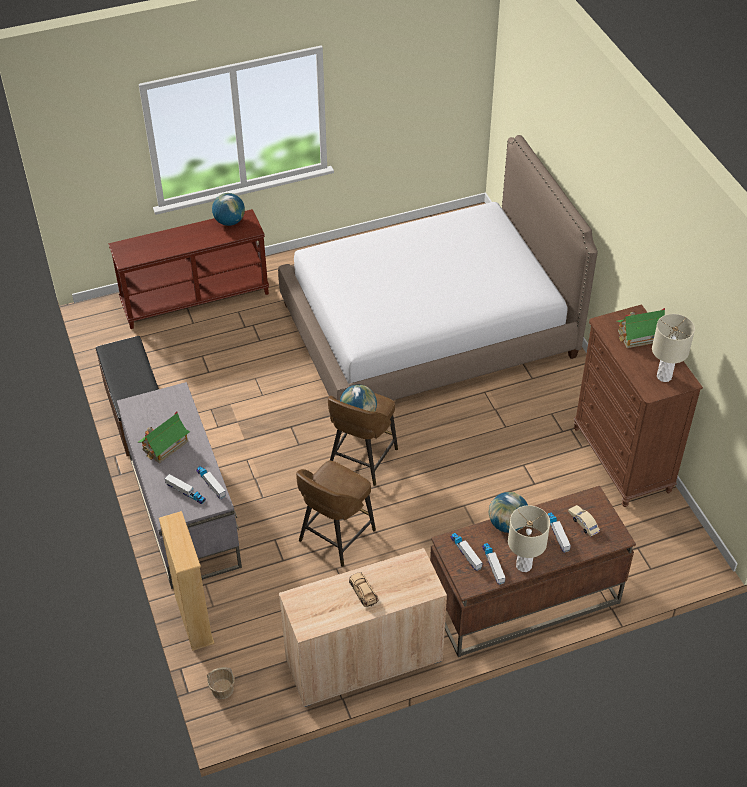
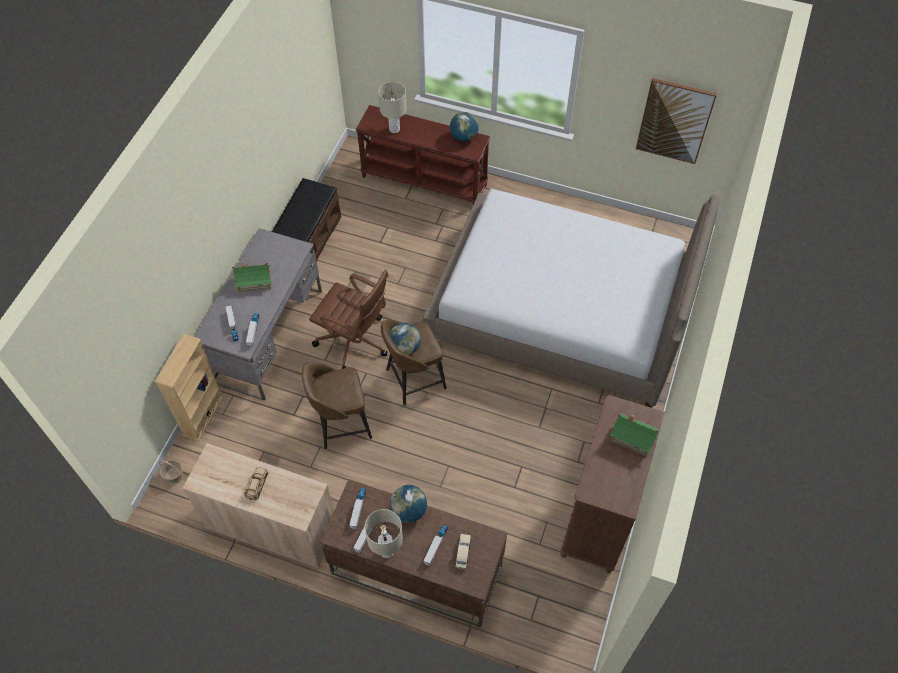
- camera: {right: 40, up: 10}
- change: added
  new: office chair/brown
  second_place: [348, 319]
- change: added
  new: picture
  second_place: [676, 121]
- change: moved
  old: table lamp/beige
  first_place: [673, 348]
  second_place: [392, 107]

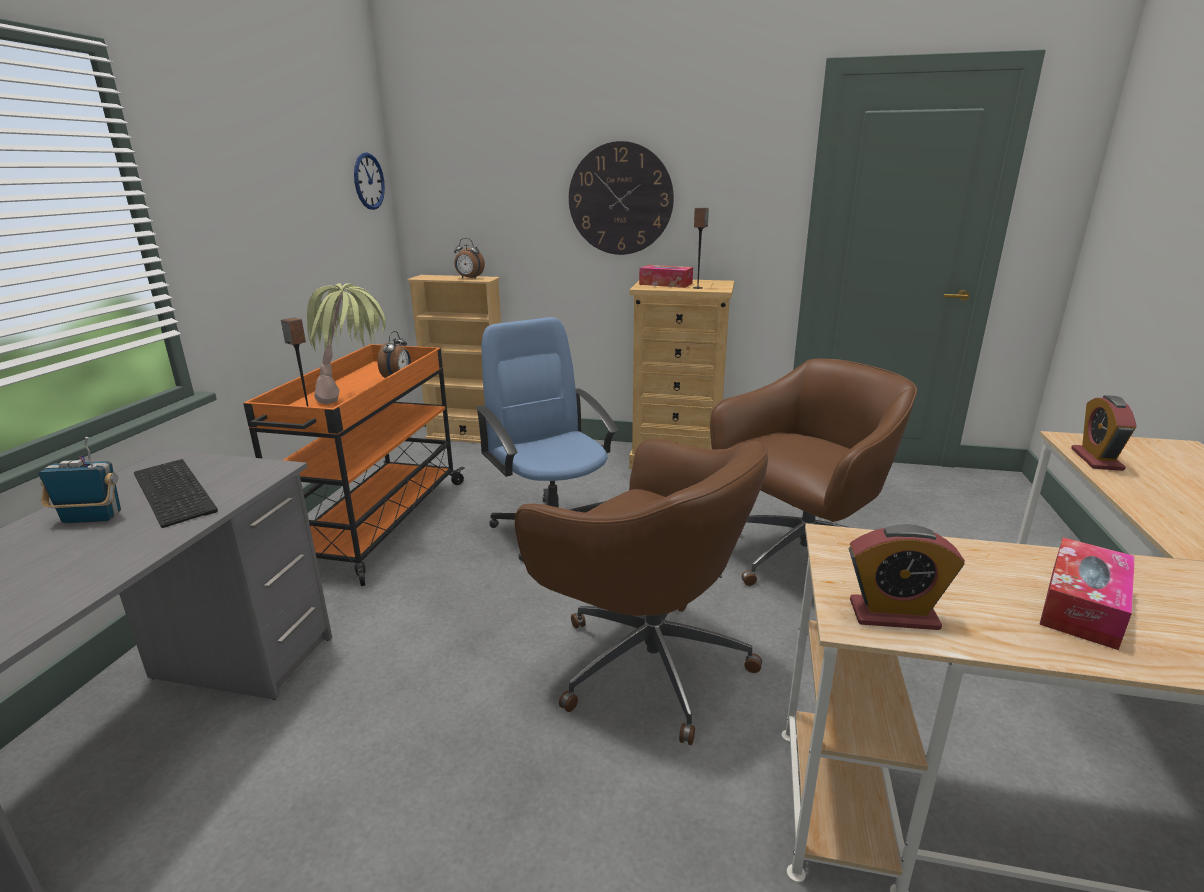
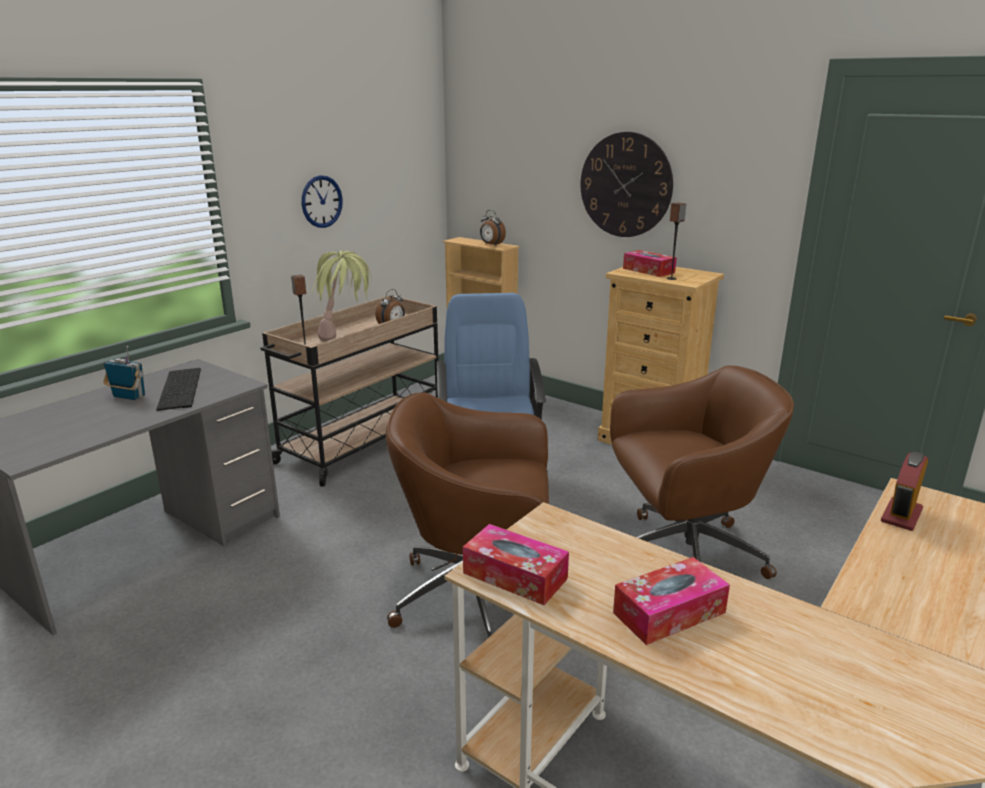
- camera: {right: 25, up: 0}
- change: moved
  old: wall clock
  first_place: [369, 181]
  second_place: [322, 201]
- change: replaced
  old: alarm clock
  new: tissue box
  first_place: [907, 577]
  second_place: [516, 564]
- change: recoloured
  old: cart/orange
  new: cart/beige
  first_place: [354, 465]
  second_place: [349, 391]
- change: turned
  old: office chair/brown
  first_place: [641, 592]
  second_place: [467, 516]
  degrees: 120

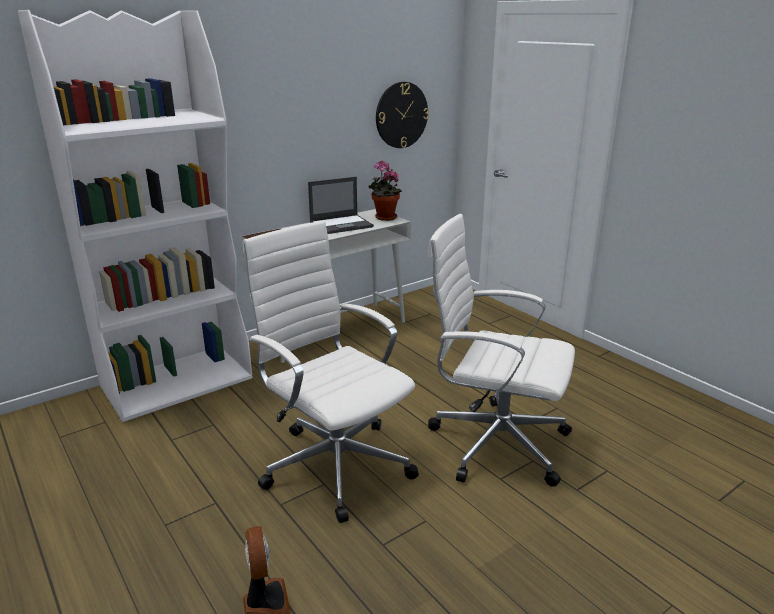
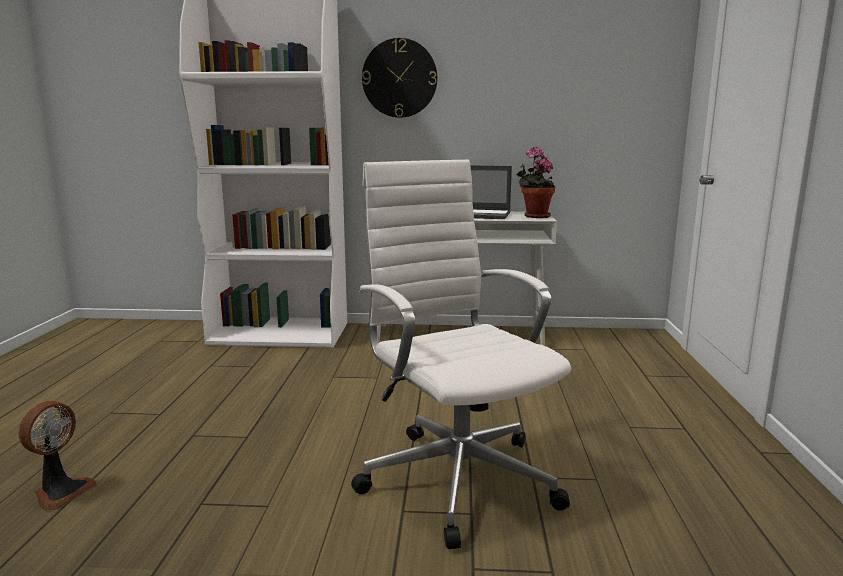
- camera: {right: 40, up: -10}
- change: removed
  old: office chair/white
  first_place: [331, 371]
- change: moved
  old: wall clock
  first_place: [402, 115]
  second_place: [399, 78]

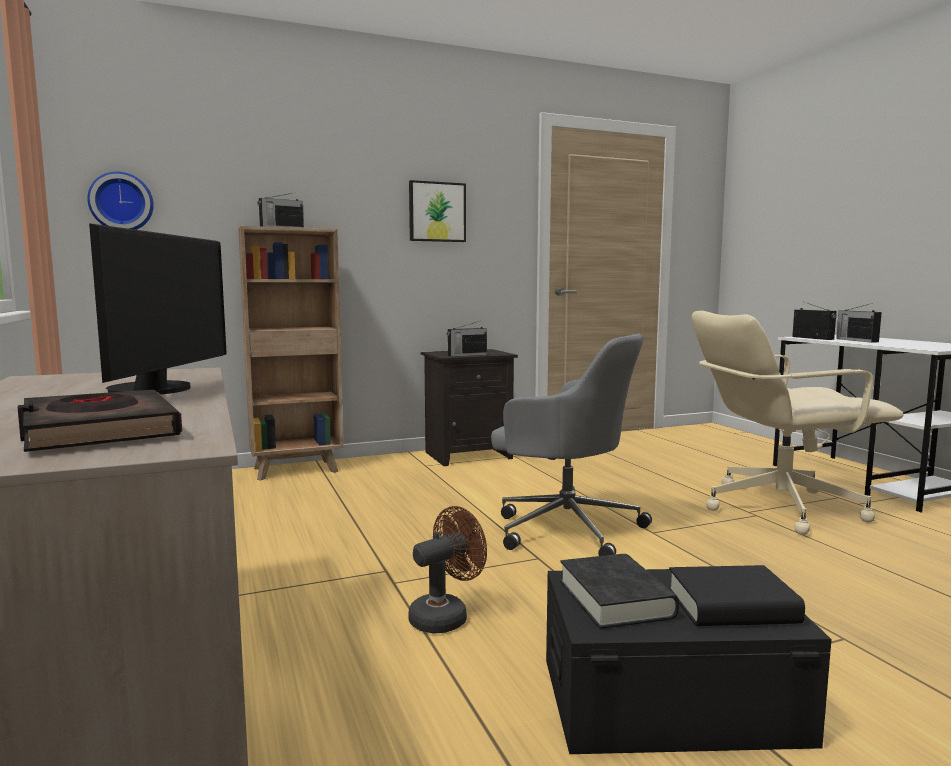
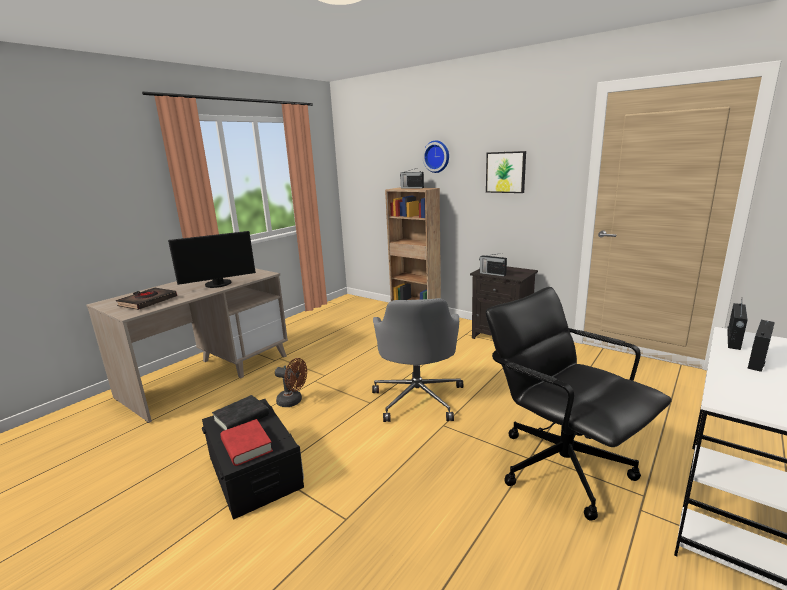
- camera: {right: 60, up: 10}
- change: moved
  old: wall clock
  first_place: [120, 201]
  second_place: [435, 156]
- change: recoloured
  old: book/black
  new: book/red
  first_place: [736, 595]
  second_place: [246, 442]
- change: recoloured
  old: office chair/beige
  new: office chair/black
  first_place: [798, 423]
  second_place: [579, 404]

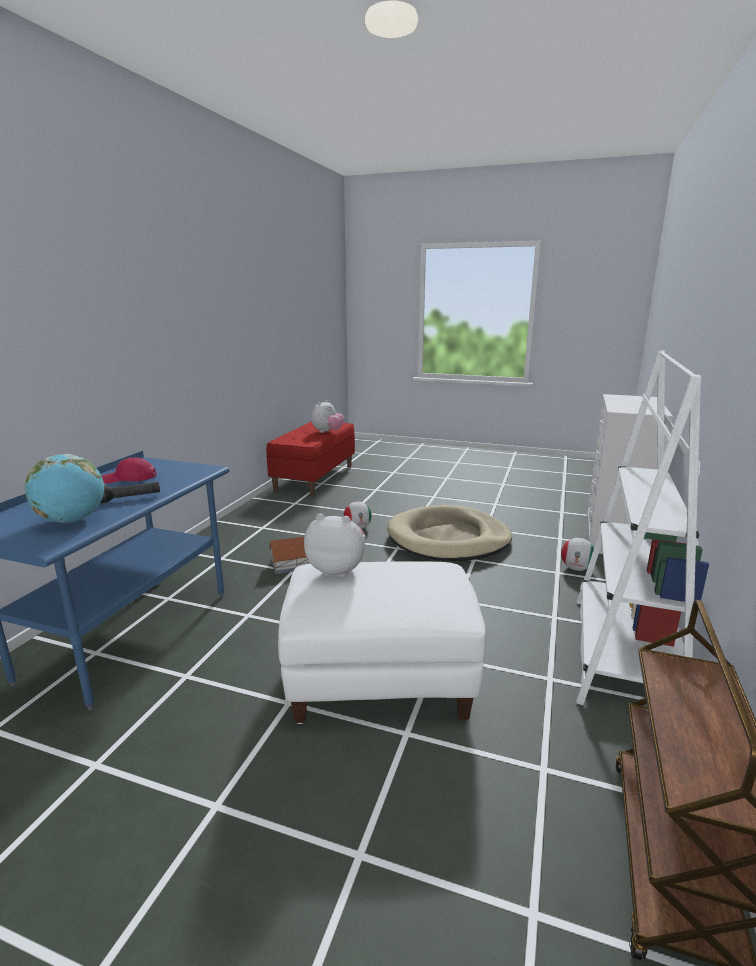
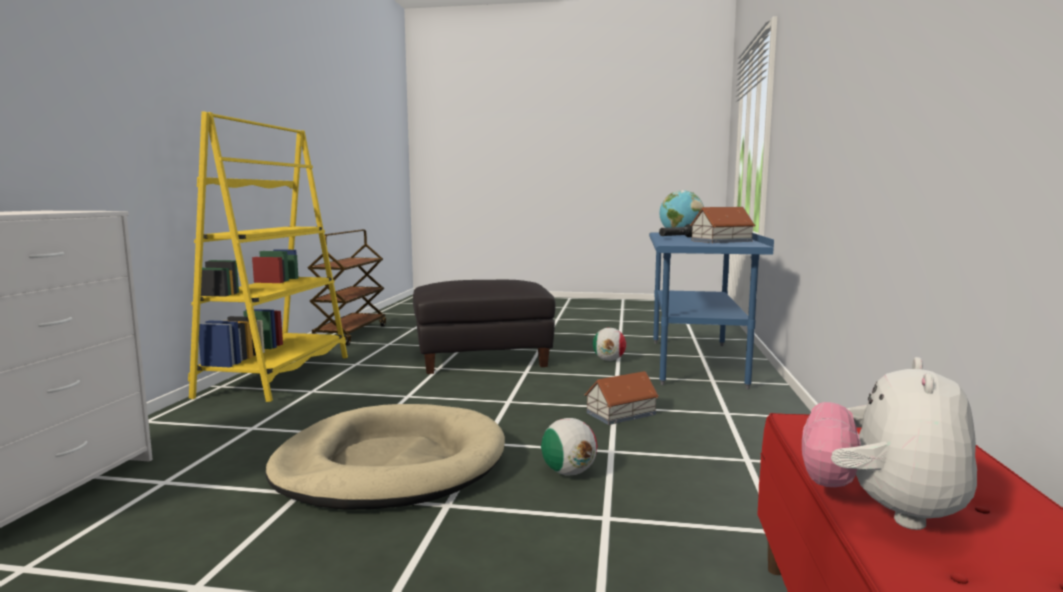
- camera: {right: 170, up: -10}
- change: removed
  old: plush toy
  first_place: [334, 545]
- change: moved
  old: football
  first_place: [577, 554]
  second_place: [609, 344]
- change: replaced
  old: cap/red
  new: toy house
  first_place: [129, 470]
  second_place: [722, 225]
- change: recoloured
  old: ottoman/white
  new: ottoman/black
  first_place: [382, 642]
  second_place: [484, 327]
- change: recoloured
  old: bookcase/white
  new: bookcase/yellow
  first_place: [642, 527]
  second_place: [268, 256]

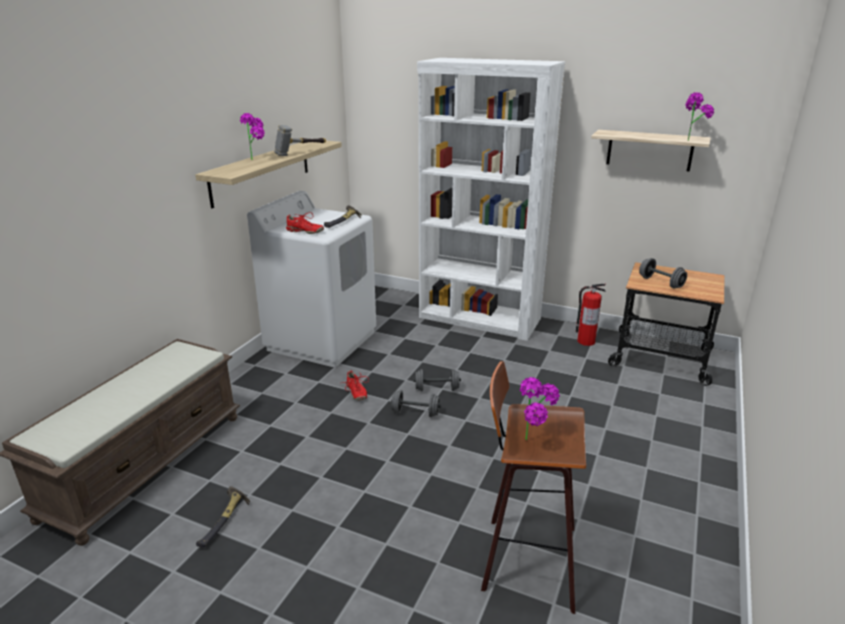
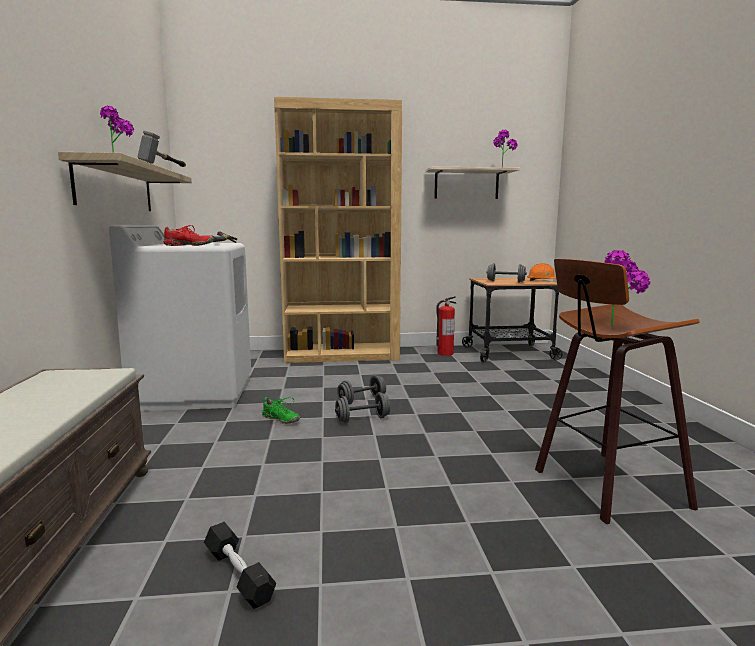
- camera: {right: -30, up: -15}
- change: added
  new: hard hat/orange
  second_place: [541, 272]
- change: replaced
  old: hammer
  new: dumbbell/black
  first_place: [223, 517]
  second_place: [240, 565]
- change: recoloured
  old: shoe/red
  new: shoe/green
  first_place: [355, 385]
  second_place: [281, 410]
- change: recoloured
  old: bookcase/white
  new: bookcase/brown
  first_place: [491, 199]
  second_place: [338, 230]

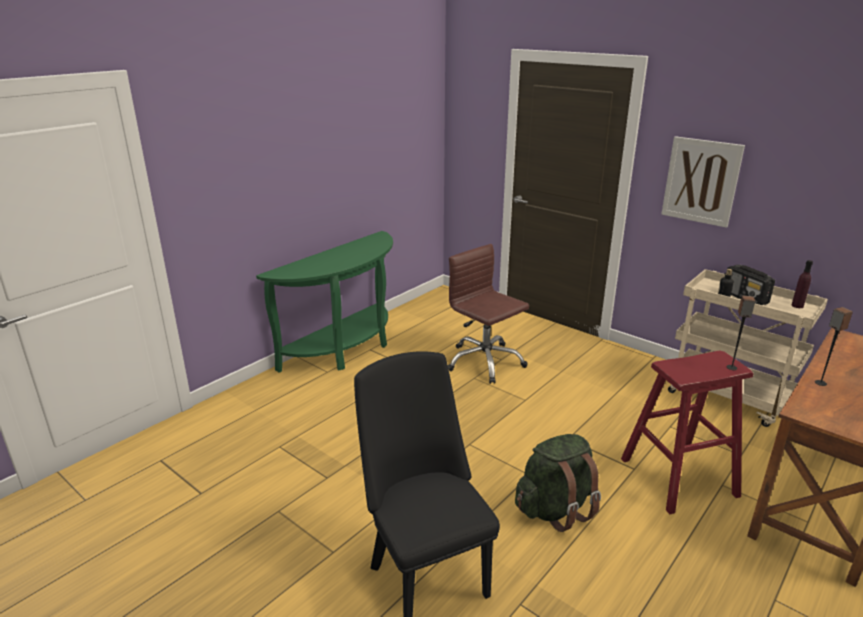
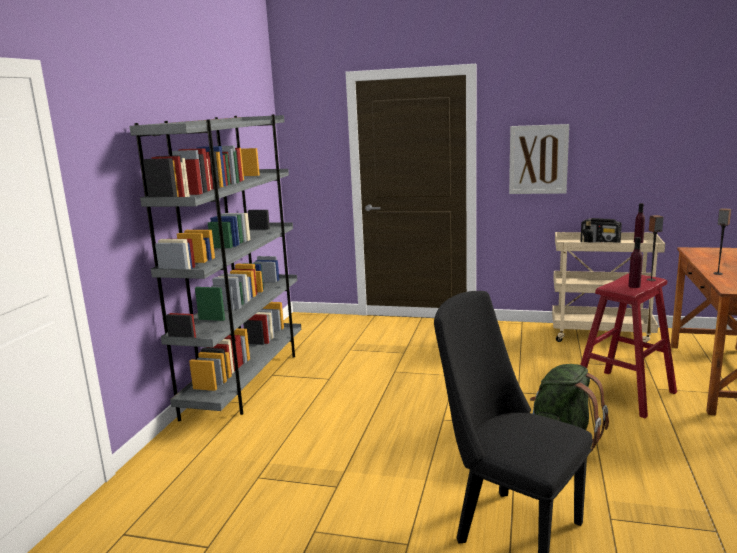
- camera: {right: -25, up: -10}
- change: removed
  old: office chair/brown
  first_place: [488, 314]
- change: added
  new: bottle/purple
  second_place: [635, 262]
- change: replaced
  old: console table/green
  new: bookcase/grey
  first_place: [324, 302]
  second_place: [215, 267]

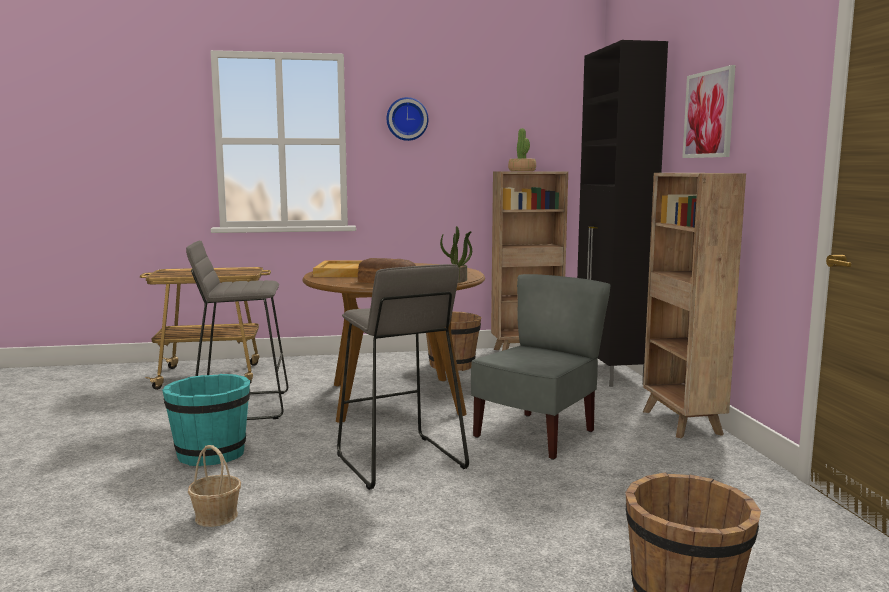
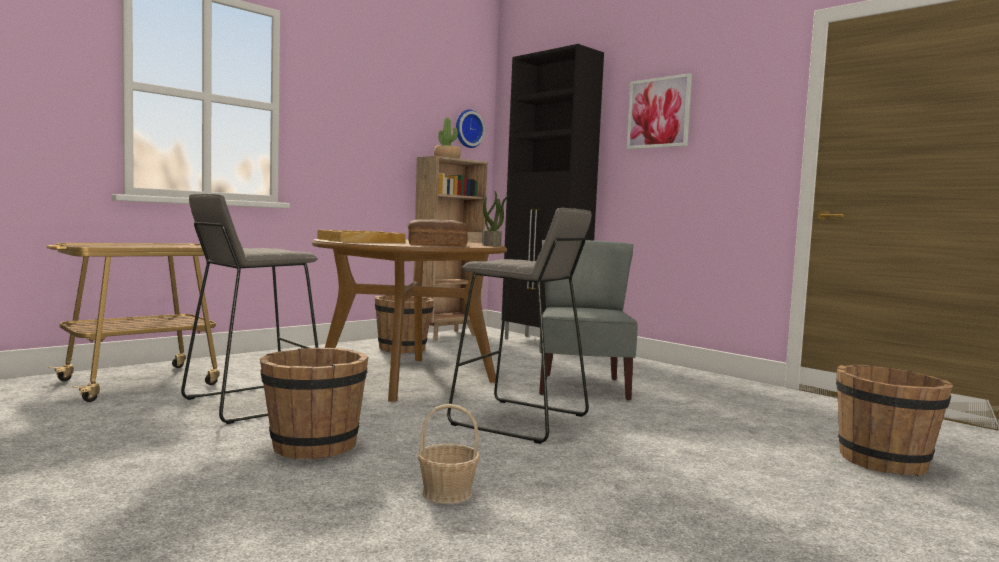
- camera: {right: -35, up: -5}
- change: removed
  old: bookcase/brown
  first_place: [694, 305]
- change: moved
  old: wall clock
  first_place: [407, 119]
  second_place: [470, 129]
- change: recoloured
  old: bucket/turquoise
  new: bucket/brown
  first_place: [206, 420]
  second_place: [314, 403]

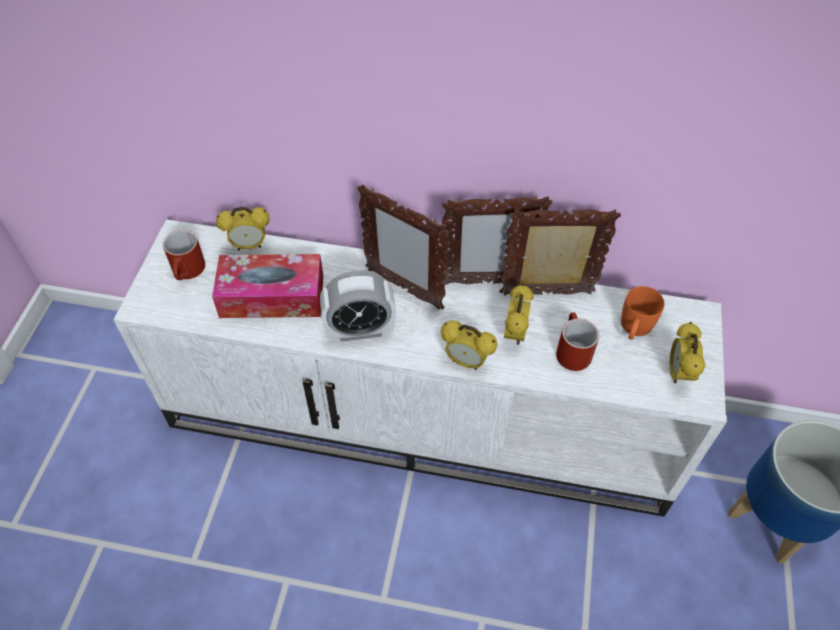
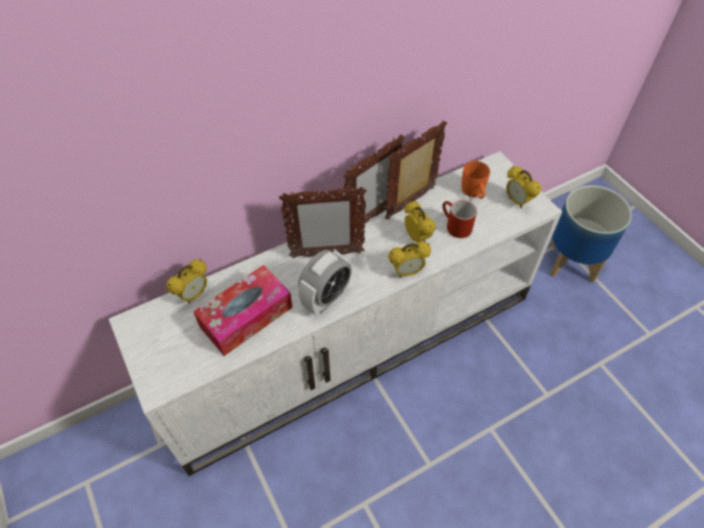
- camera: {right: -40, up: 0}
- change: removed
  old: mug/red
  first_place: [184, 255]

